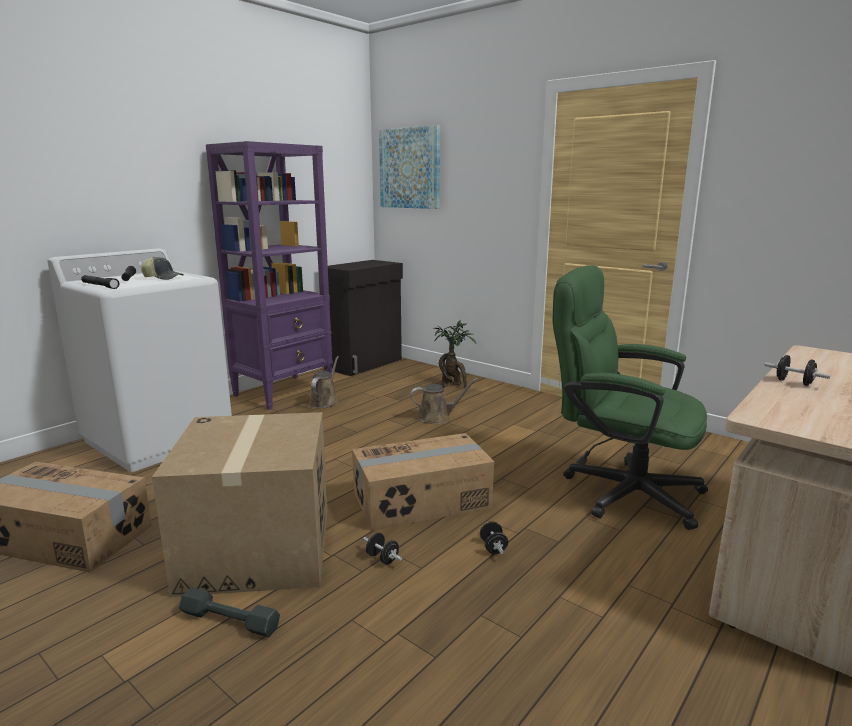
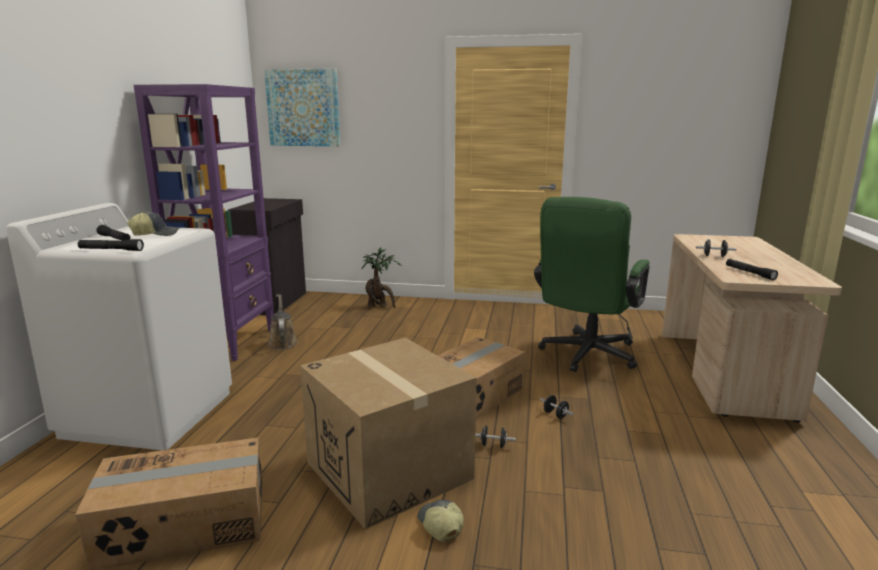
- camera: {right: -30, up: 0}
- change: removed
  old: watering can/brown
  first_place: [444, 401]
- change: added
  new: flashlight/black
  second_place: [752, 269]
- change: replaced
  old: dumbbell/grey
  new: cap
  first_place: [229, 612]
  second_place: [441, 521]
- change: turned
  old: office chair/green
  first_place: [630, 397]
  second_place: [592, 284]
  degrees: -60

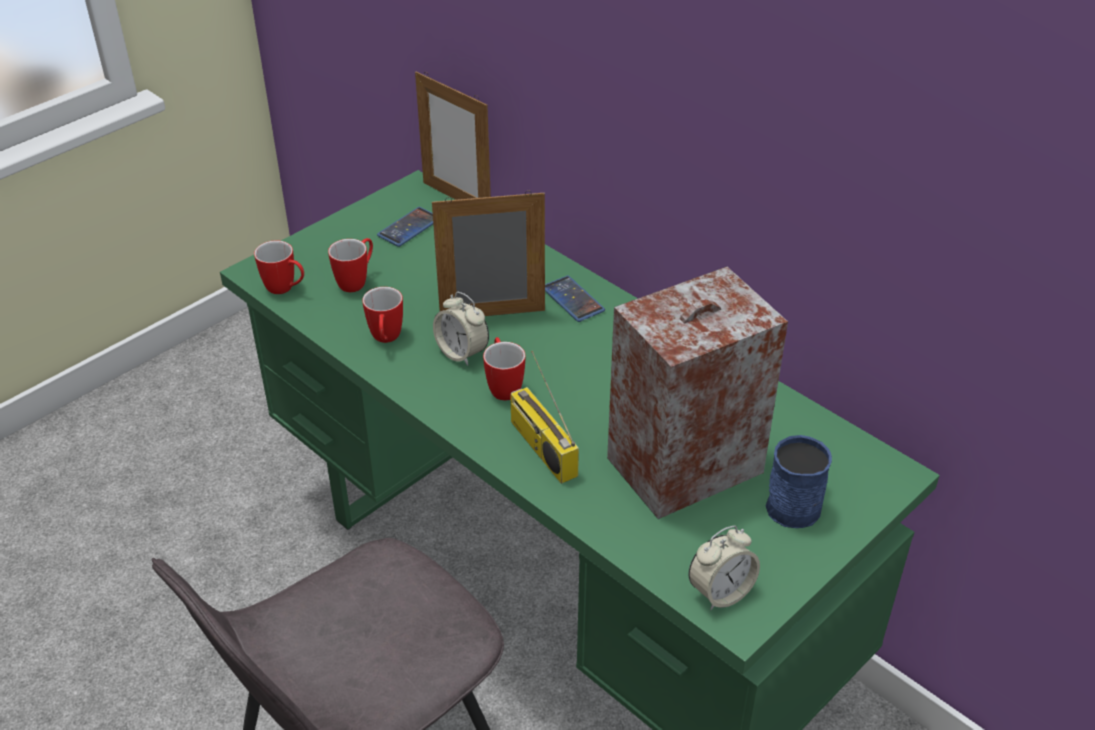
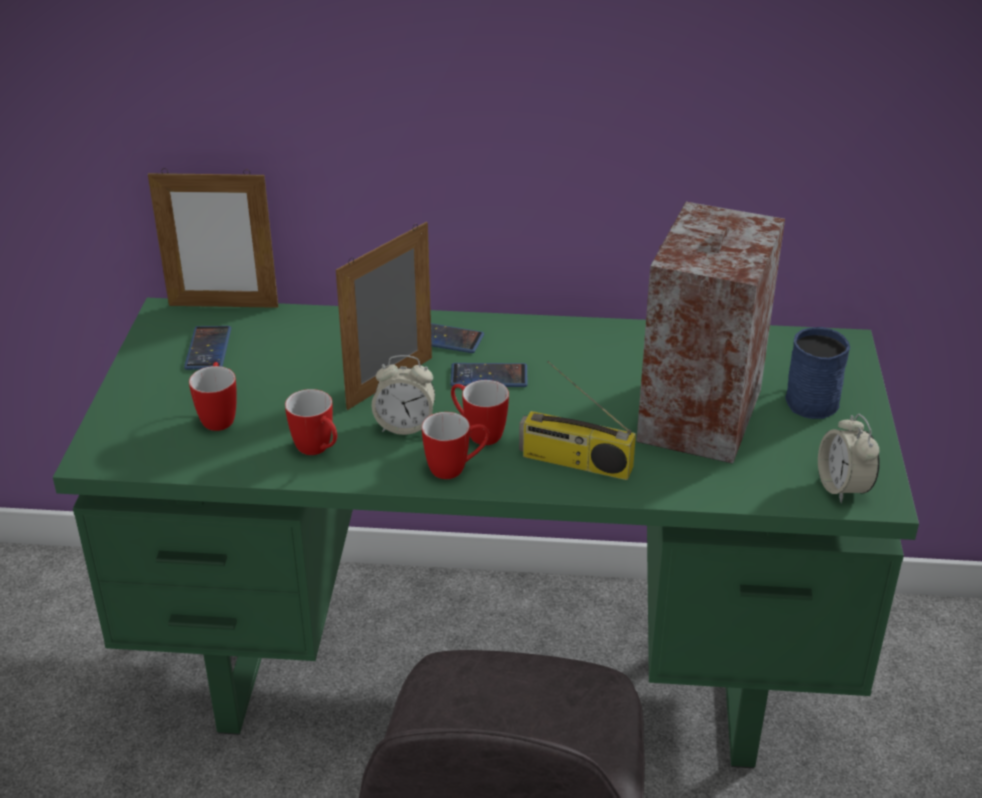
- camera: {right: -40, up: -5}
- change: added
  new: phone
  second_place: [489, 375]
- change: moved
  old: mug
  first_place: [279, 267]
  second_place: [455, 445]
- change: turned
  old: alarm clock
  first_place: [724, 567]
  second_place: [849, 458]
  degrees: 150

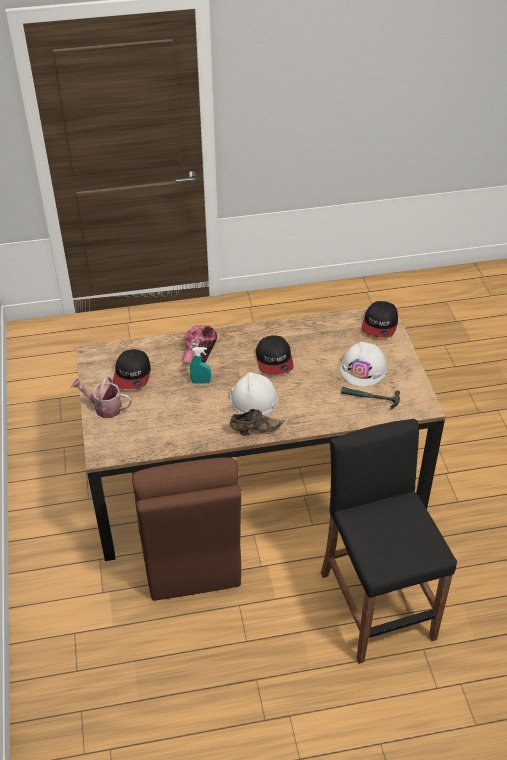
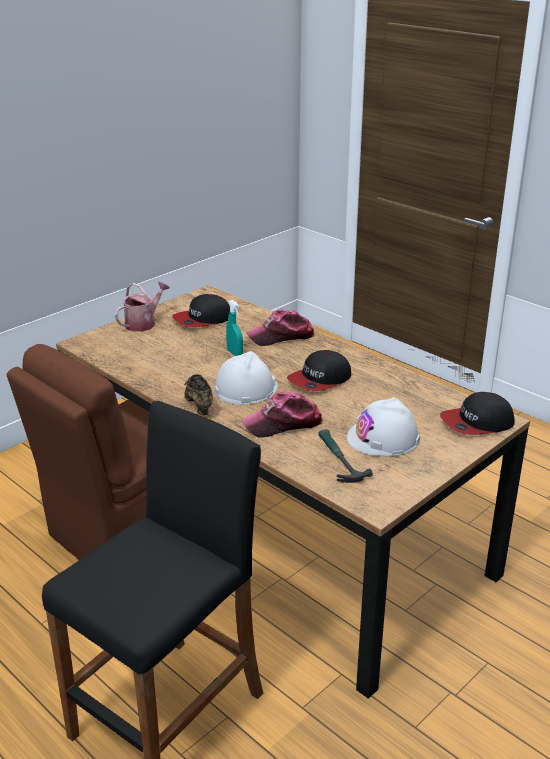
- camera: {right: 55, up: -15}
- change: added
  new: cap
  second_place: [282, 415]
- change: turned
  old: watering can
  first_place: [101, 397]
  second_place: [142, 306]
  degrees: 60
- change: turned
  old: shoe/brown
  first_place: [257, 422]
  second_place: [198, 394]
  degrees: -150

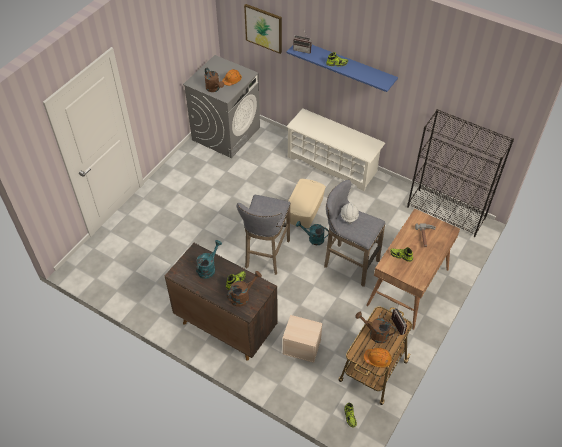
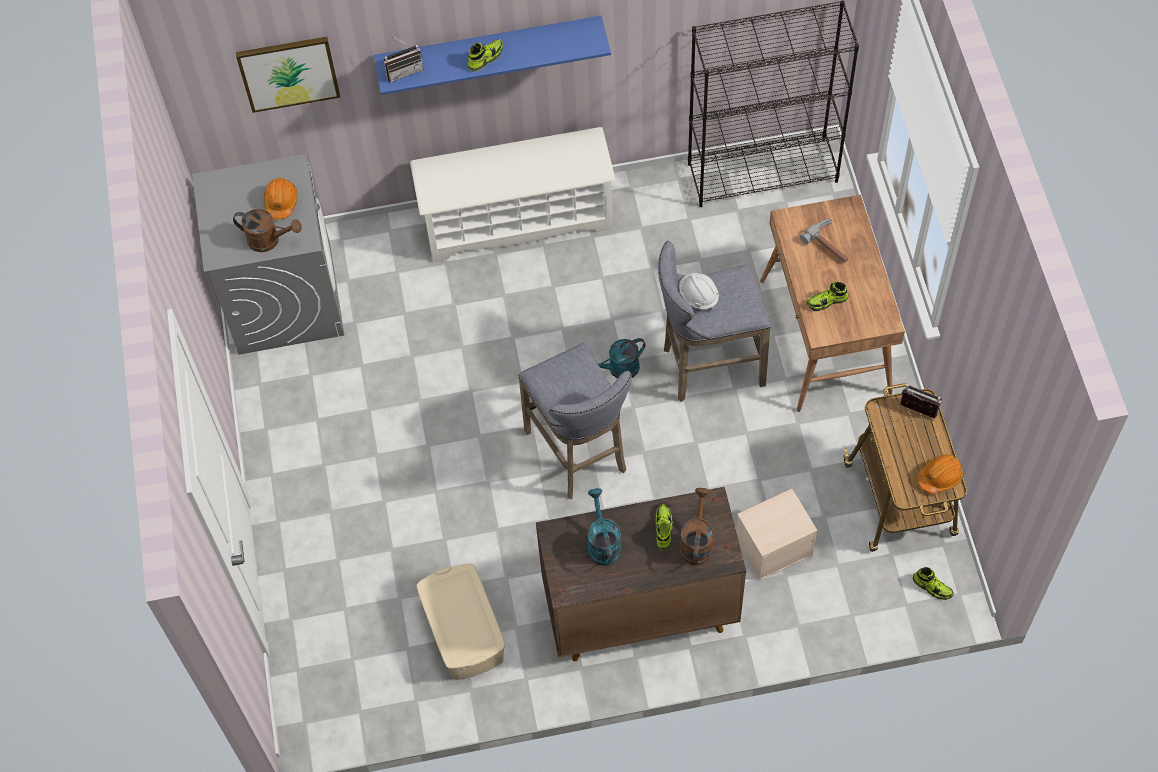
- camera: {right: -40, up: 10}
- change: removed
  old: watering can/brown
  first_place: [375, 327]
- change: moved
  old: storage box/beige
  first_place: [307, 203]
  second_place: [460, 622]

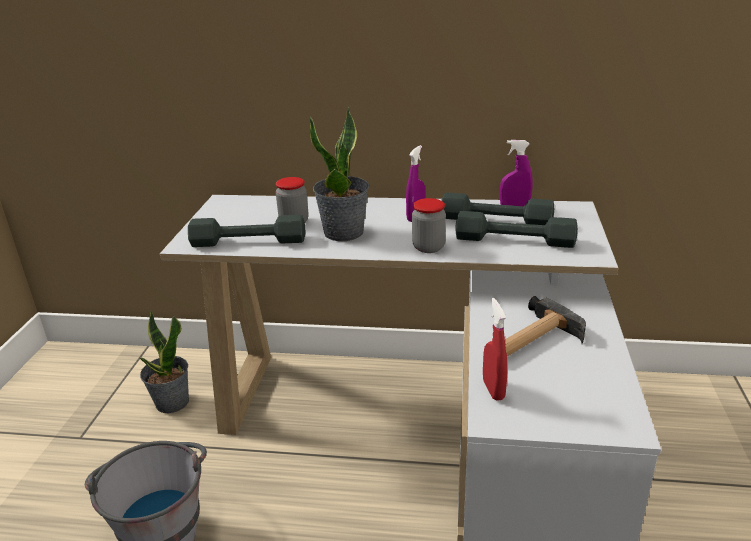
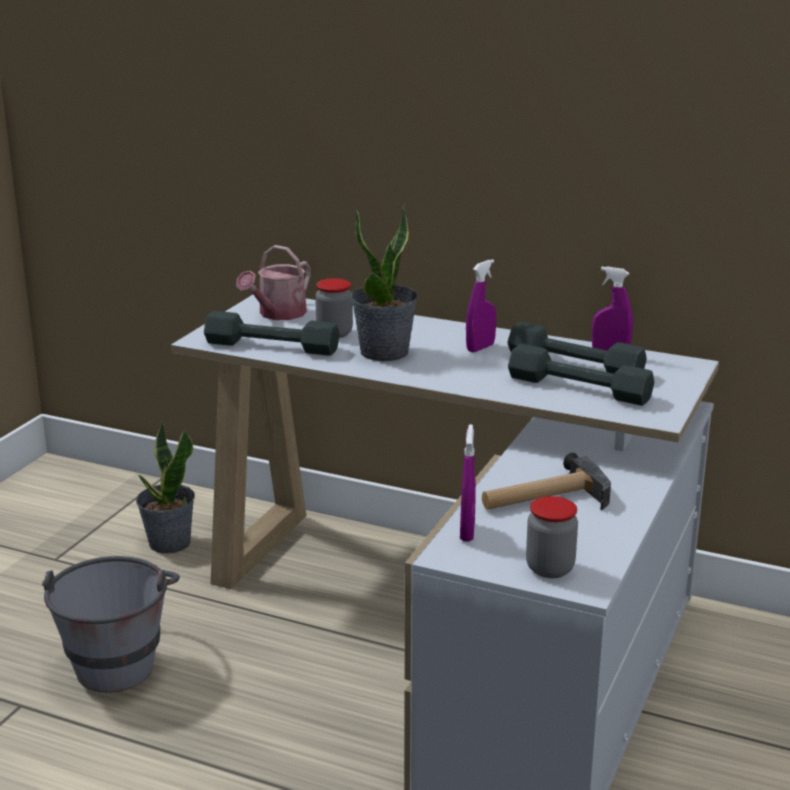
- camera: {right: 15, up: -5}
- change: added
  new: watering can
  second_place: [273, 282]
- change: moved
  old: jar
  first_place: [429, 225]
  second_place: [552, 537]
- change: recoloured
  old: spray bottle/red
  new: spray bottle/purple
  first_place: [495, 349]
  second_place: [468, 483]

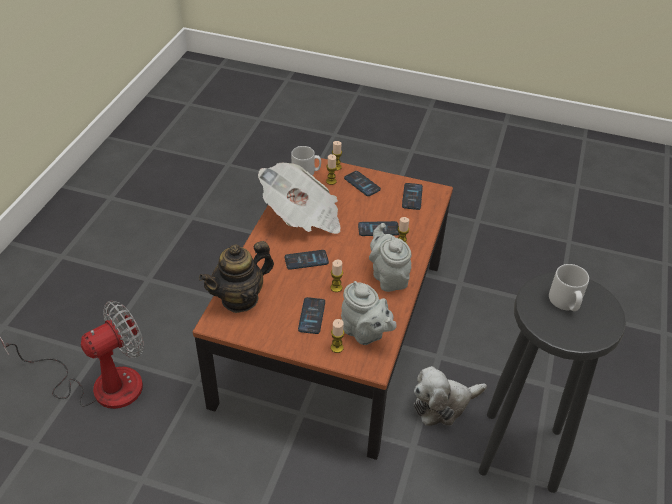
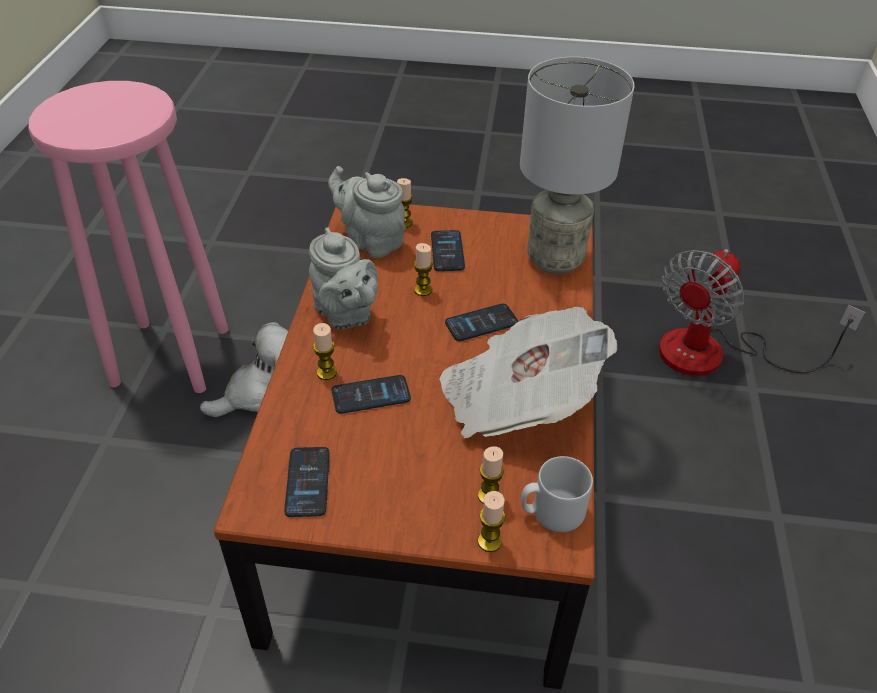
- camera: {right: 170, up: 0}
- change: removed
  old: phone
  first_place: [362, 183]
- change: removed
  old: mug/grey
  first_place: [569, 287]
- change: replaced
  old: teapot
  new: table lamp/grey
  first_place: [236, 277]
  second_place: [577, 165]
- change: recoloured
  old: stool/black
  new: stool/pink
  first_place: [552, 382]
  second_place: [128, 237]

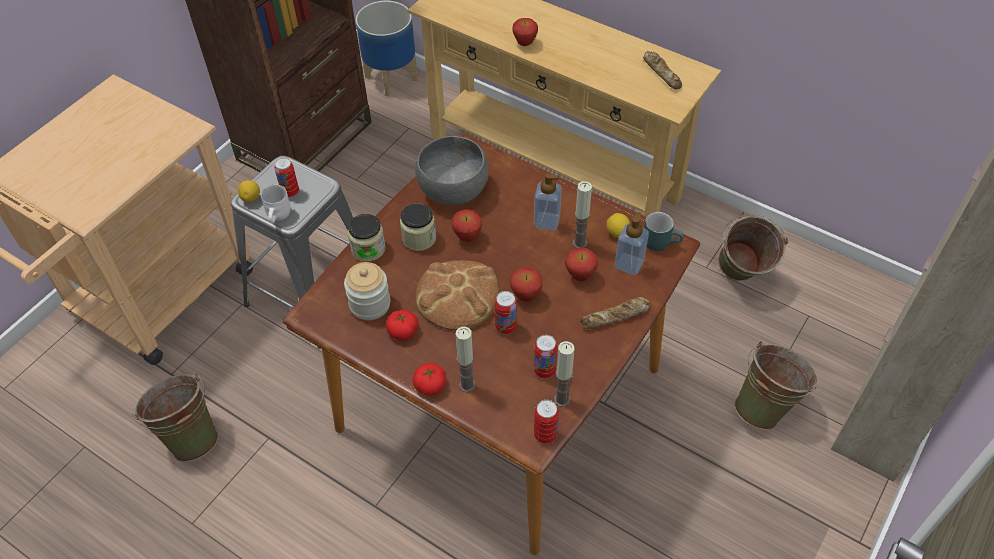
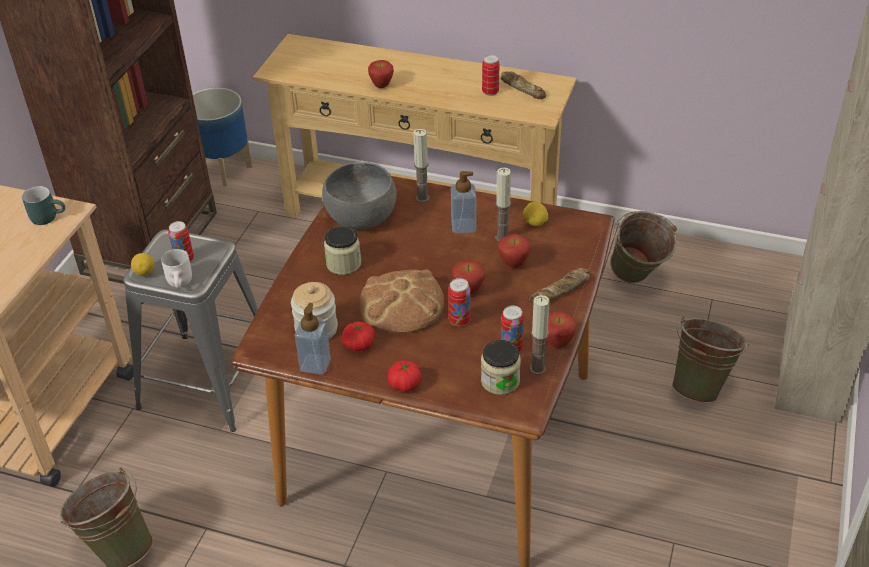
- camera: {right: -15, up: -10}
- change: moved
  old: jar
  first_place: [367, 238]
  second_place: [501, 367]
- change: moved
  old: apple
  first_place: [467, 225]
  second_place: [561, 329]
- change: moved
  old: candle
  first_place: [465, 359]
  second_place: [421, 165]
- change: moved
  old: can
  first_place: [546, 422]
  second_place: [490, 75]
- change: moved
  old: soap dispenser
  first_place: [632, 243]
  second_place: [313, 339]
- change: moved
  old: mug/turquoise
  first_place: [664, 231]
  second_place: [43, 205]

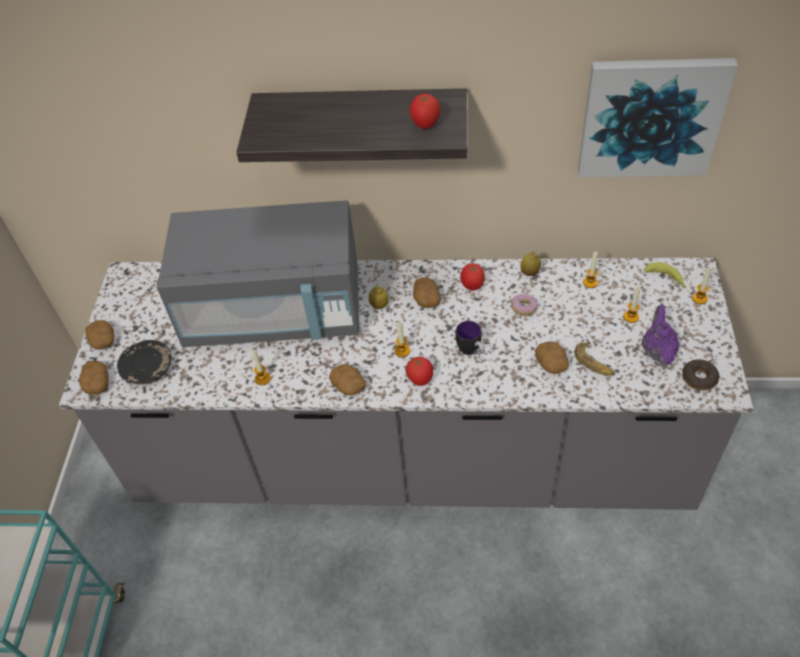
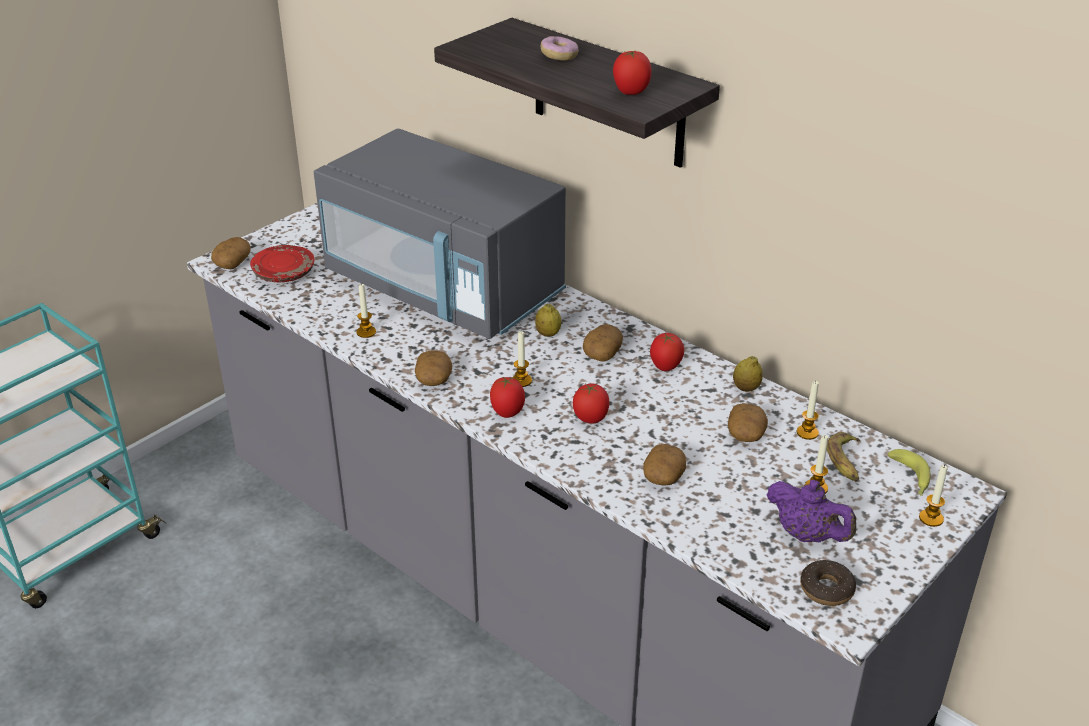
- camera: {right: 35, up: -15}
- change: removed
  old: picture
  first_place: [658, 117]
- change: moved
  old: potato
  first_place: [100, 335]
  second_place: [748, 422]
- change: moved
  old: donut
  first_place: [524, 305]
  second_place: [560, 48]
- change: moved
  old: banana
  first_place: [595, 358]
  second_place: [844, 457]
- change: replaced
  old: mug
  new: tomato
  first_place: [470, 338]
  second_place: [591, 404]
- change: recoloured
  old: plate/black
  new: plate/red
  first_place: [144, 362]
  second_place: [282, 263]
- change: turned
  old: teapot/purple
  first_place: [661, 335]
  second_place: [811, 511]
  degrees: 90

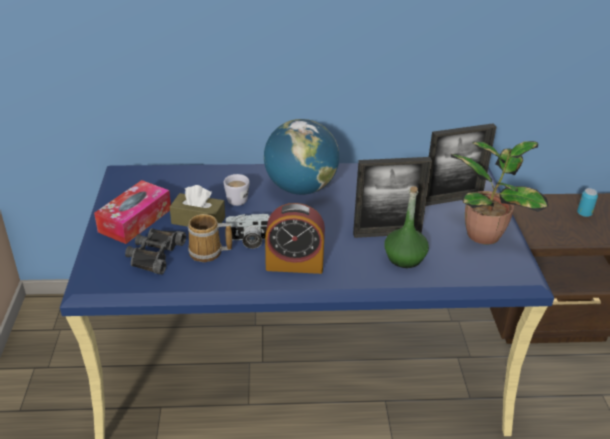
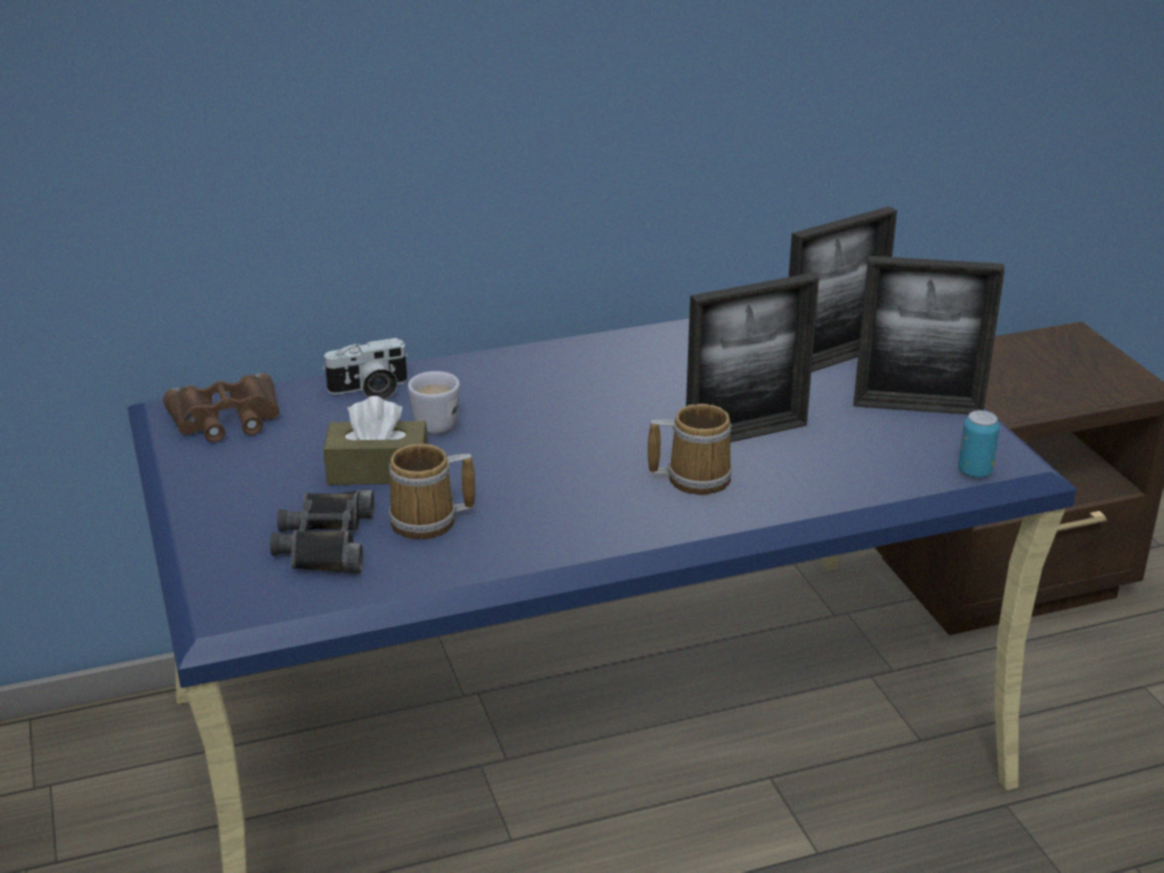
- camera: {right: -15, up: -5}
- change: removed
  old: tissue box
  first_place: [132, 212]
- change: removed
  old: globe
  first_place: [301, 157]
- change: removed
  old: alarm clock
  first_place: [295, 238]
- change: removed
  old: bottle/green
  first_place: [406, 227]
- change: added
  new: binoculars/brown
  second_place: [221, 407]
- change: added
  new: mug
  second_place: [690, 449]
- change: moved
  old: photo camera
  first_place: [248, 231]
  second_place: [365, 369]
- change: moved
  old: can
  first_place: [587, 202]
  second_place: [979, 444]
- change: replaced
  old: potted plant
  new: picture frame
  first_place: [499, 192]
  second_place: [929, 335]

